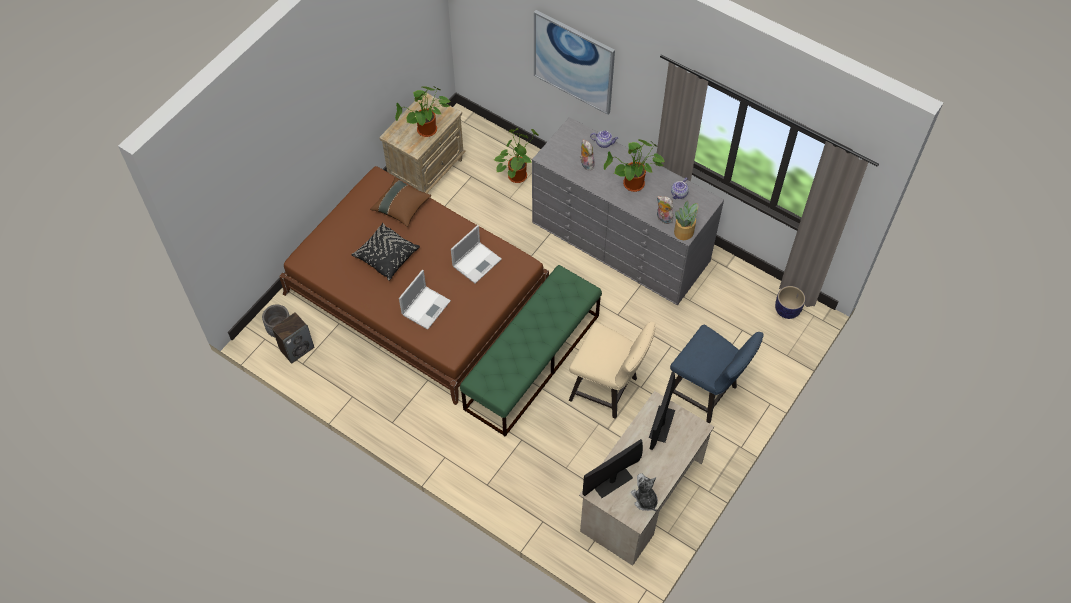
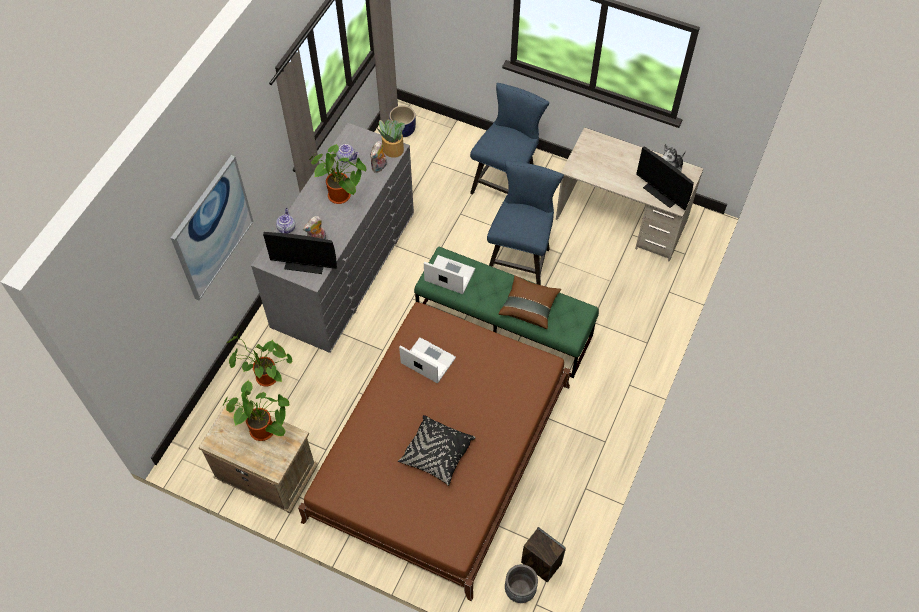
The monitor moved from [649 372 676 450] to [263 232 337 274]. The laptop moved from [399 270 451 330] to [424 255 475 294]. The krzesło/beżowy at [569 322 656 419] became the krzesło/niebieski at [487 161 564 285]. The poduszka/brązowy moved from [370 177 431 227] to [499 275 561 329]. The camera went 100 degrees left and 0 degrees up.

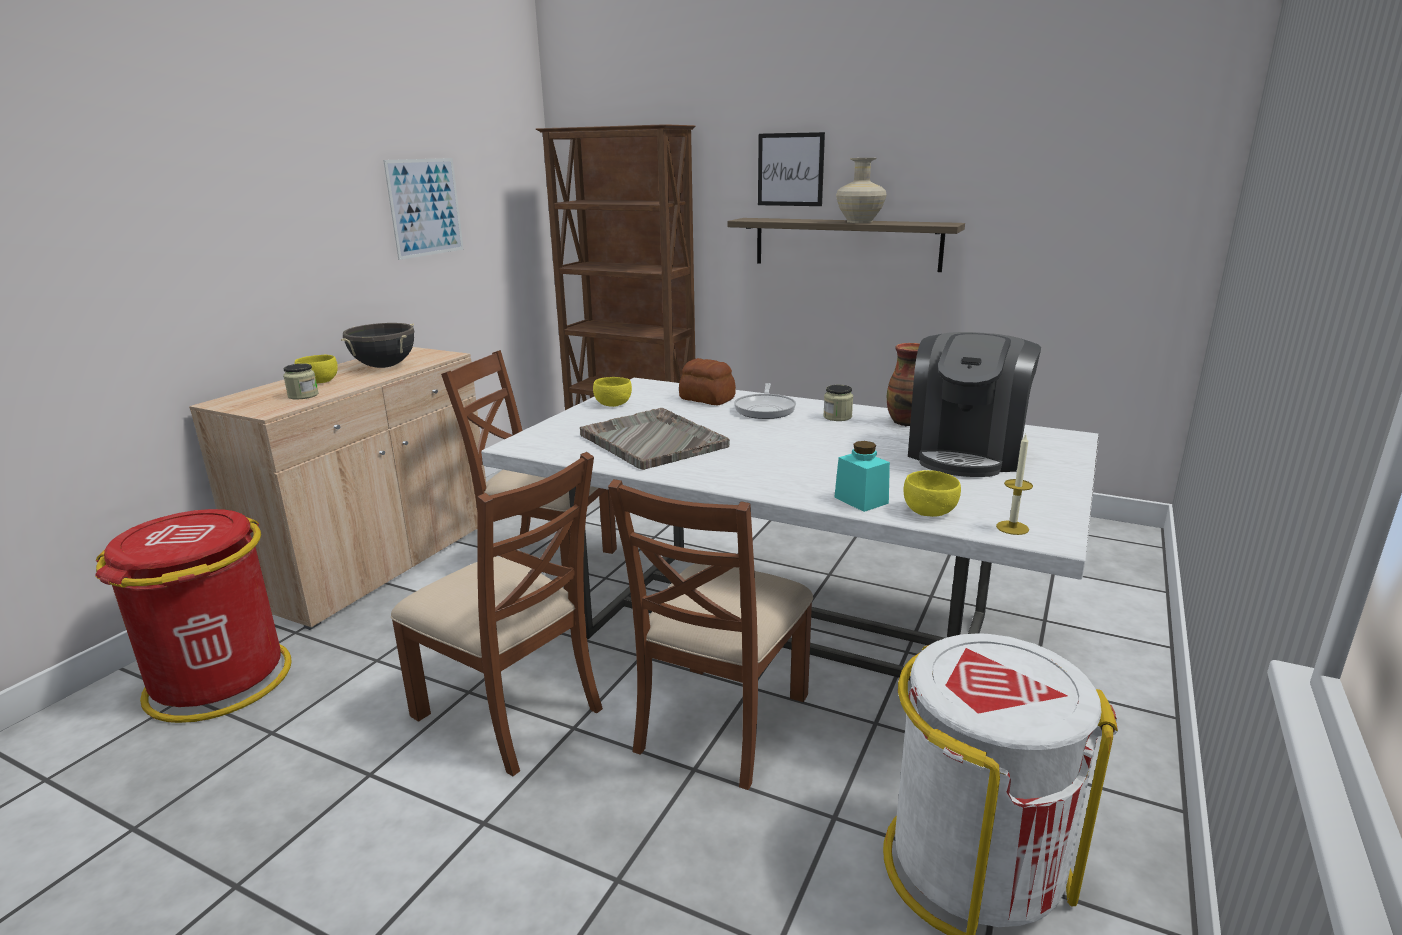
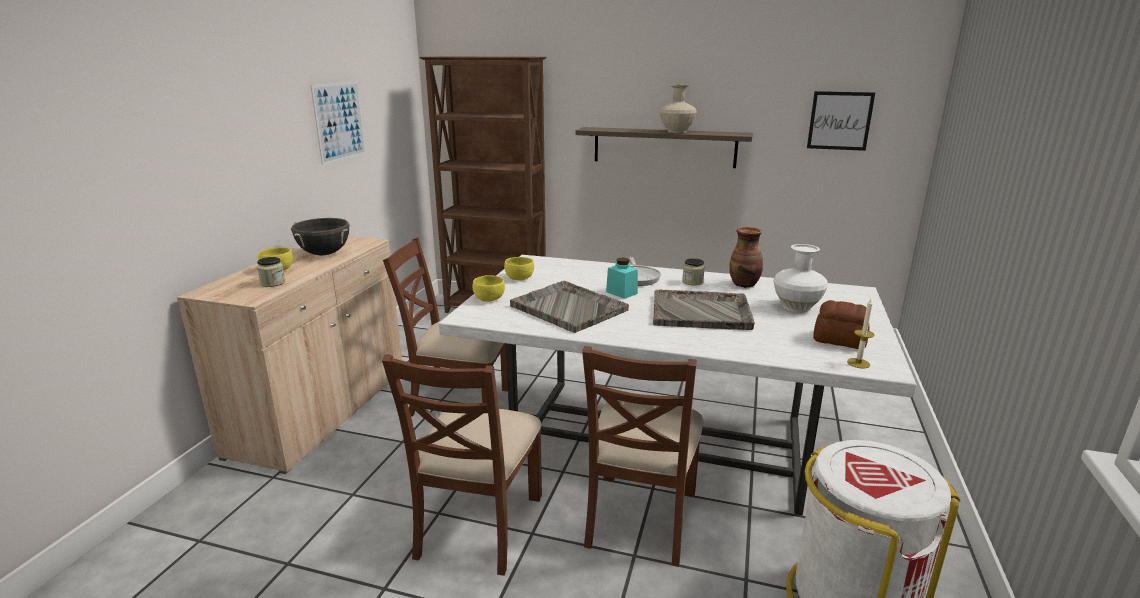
The krzesło/brązowy at [391 452 603 776] turned 75 degrees clockwise. The miska/żółty moved from [904 470 961 517] to [473 275 505 301]. The słoik/turkusowy moved from [834 441 890 512] to [606 258 638 299]. The taca/szary at [653 290 755 330] appeared. The ekspres do kawy at [908 332 1041 477] was replaced by the wazon/biały at [773 244 828 313]. The obraz moved from [758 132 825 206] to [807 91 875 151]. The chleb moved from [679 358 736 405] to [813 300 869 349]. The kosz na śmieci/czerwony at [95 509 292 723] disappeared. The camera went 10 degrees left and 0 degrees up.

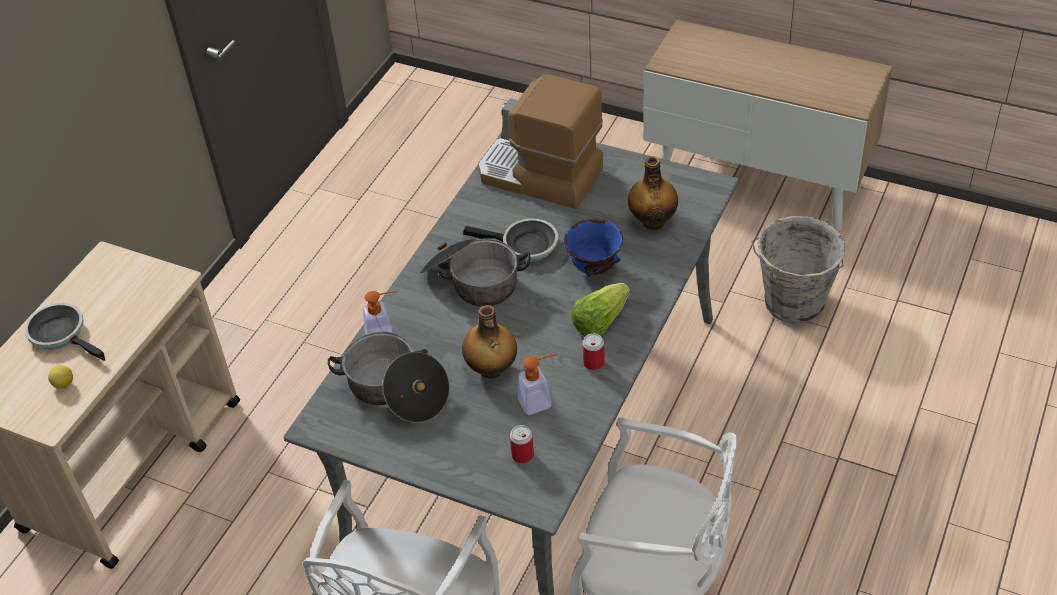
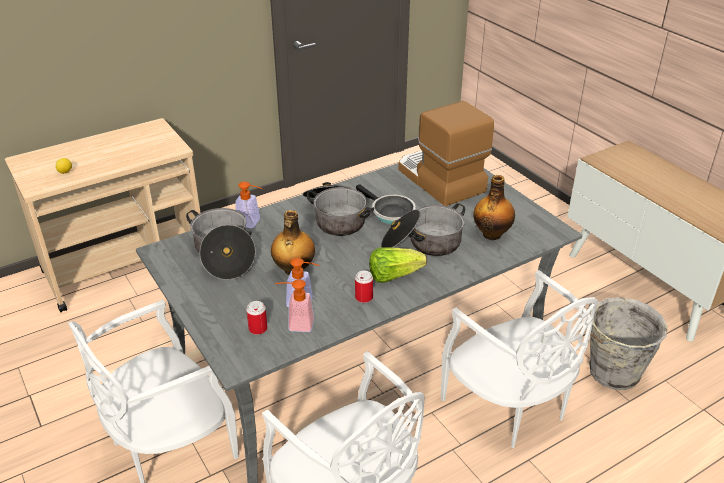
The dozownik mydła at [275 279 314 332] appeared. The miska/niebieski at [564 219 623 277] was replaced by the garnek at [381 203 465 256]. The krzesło/biały at [441 270 598 448] appeared. The patelnia at [25 303 105 361] disappeared. The camera went 30 degrees right and 10 degrees down.

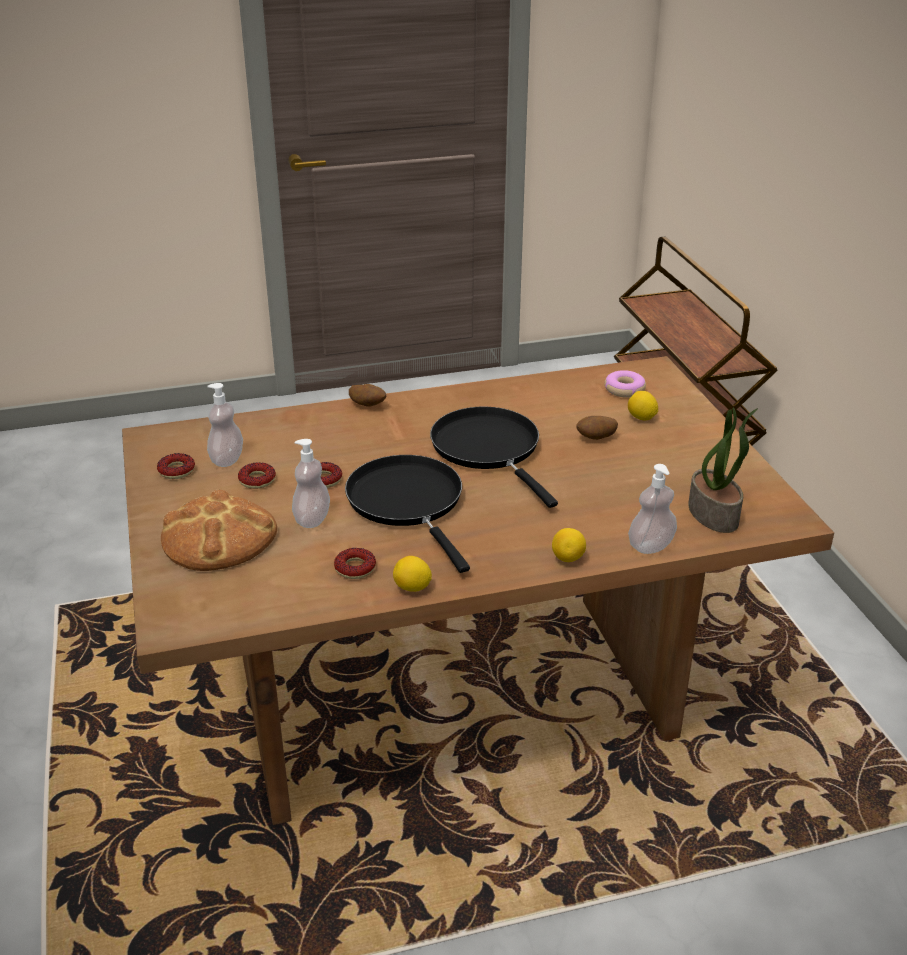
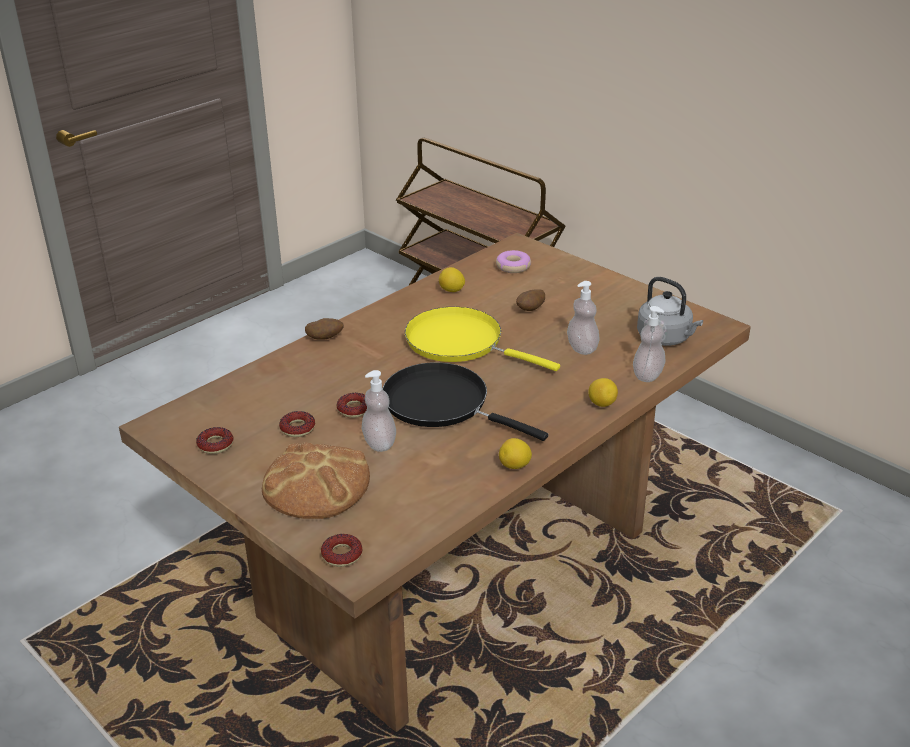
The donut moved from [334 548 376 579] to [321 534 362 567]. The patelnia/czarny at [430 407 558 508] became the patelnia/żółty at [405 307 560 371]. The cytryna moved from [628 391 658 420] to [439 267 465 292]. The dozownik mydła moved from [207 383 243 467] to [567 281 600 355]. The roślina doniczkowa at [688 407 758 533] was replaced by the czajnik/szary at [637 277 703 346]. The camera went 30 degrees left and 0 degrees up.

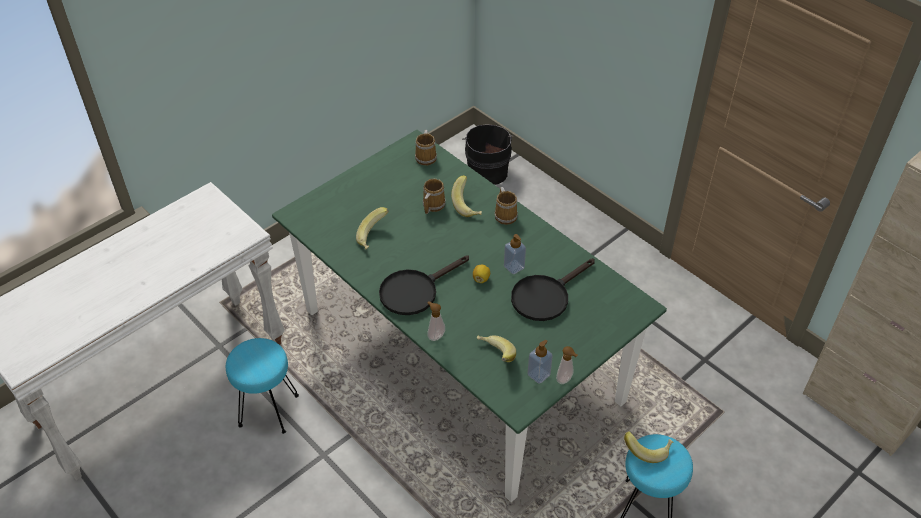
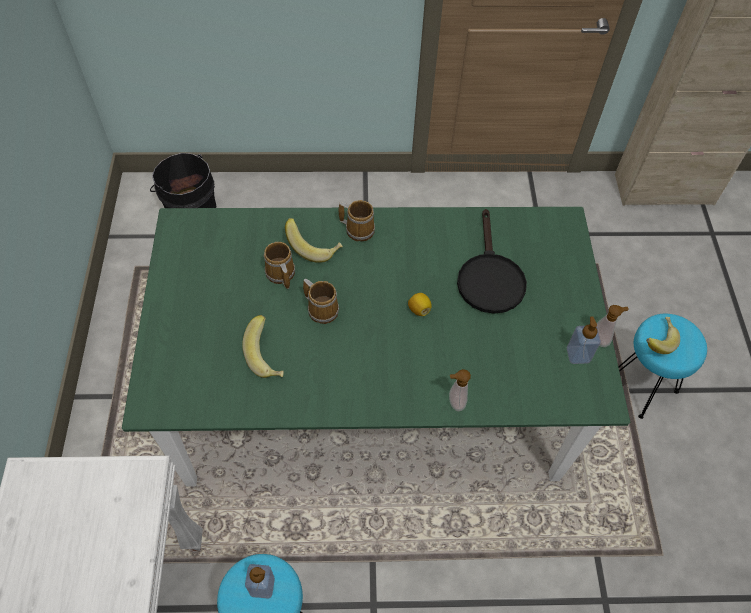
The dozownik mydła moved from [504 234 526 274] to [245 564 275 599]. The kubek moved from [415 130 437 165] to [303 279 339 324]. The patelnia/czarny at [379 256 469 315] disappeared. The banan at [477 335 516 362] disappeared. The camera went 50 degrees left and 10 degrees up.

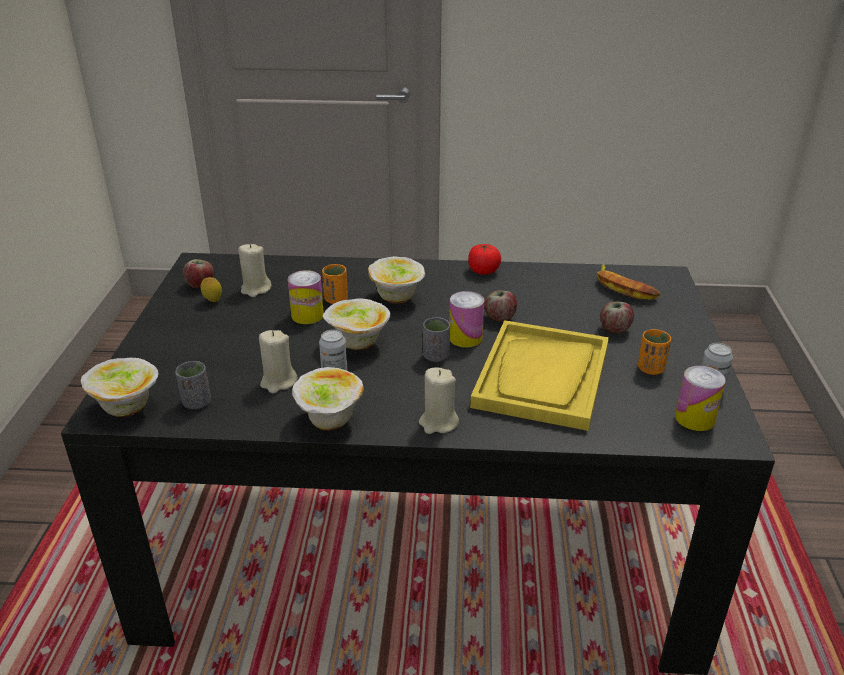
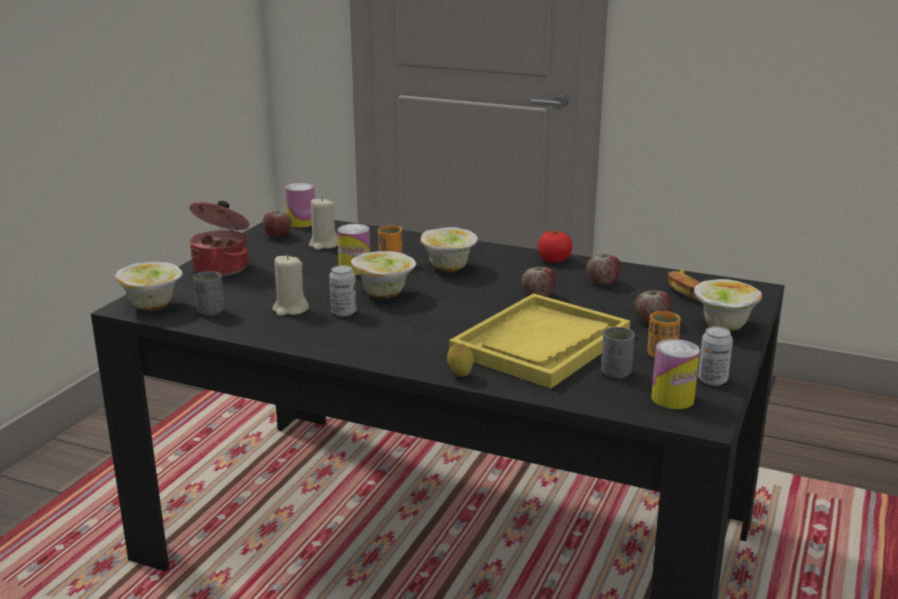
The garnek at [190 201 249 276] appeared. The puszka moved from [449 291 484 348] to [285 183 315 228]. The cytryna moved from [200 277 222 302] to [447 343 474 377]. The jabłko at [586 254 621 285] appeared. The filiżanka/szary moved from [423 317 450 362] to [601 327 635 378]. The miska moved from [292 367 364 430] to [694 279 762 331]. The świeca/beżowy at [419 367 459 434] disappeared. The camera went 20 degrees right and 10 degrees down.

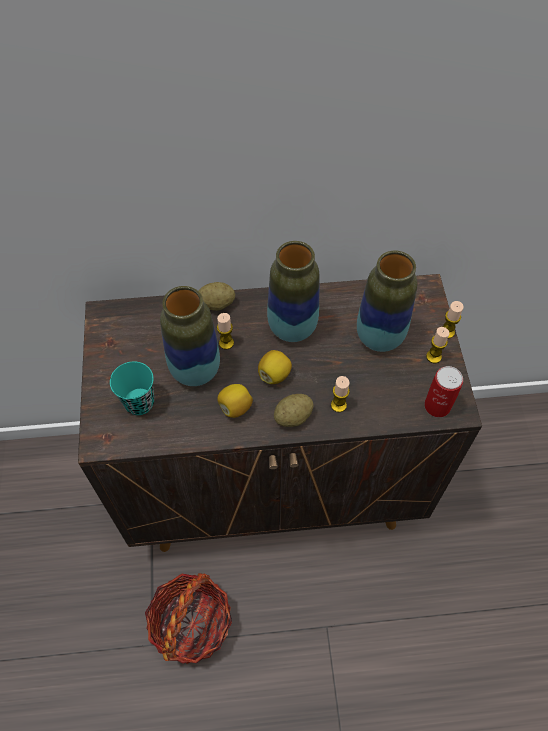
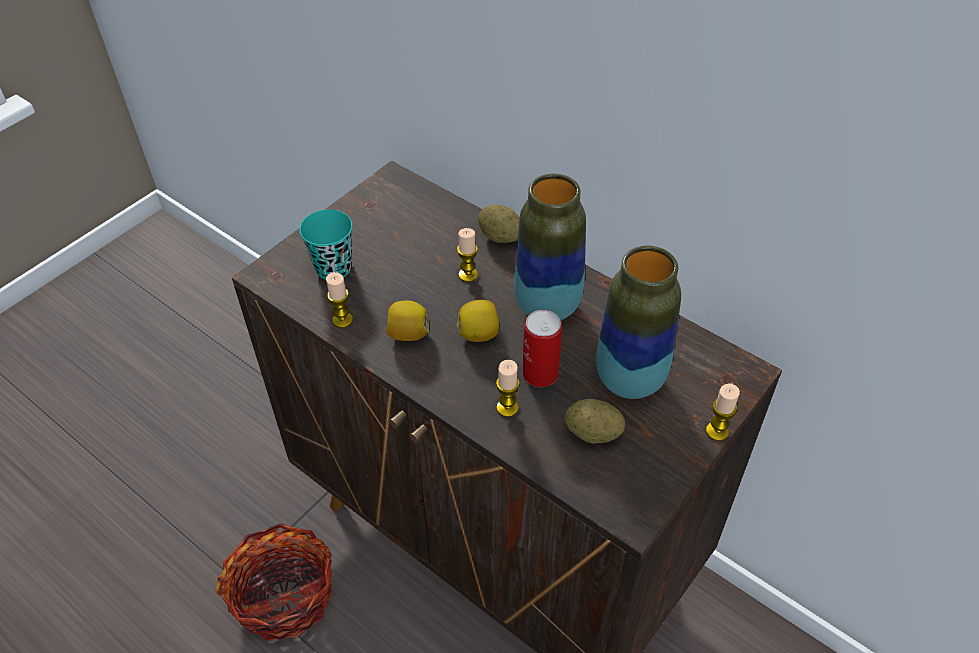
The świeca moved from [426 327 450 363] to [326 272 353 328]. The puszka moved from [424 366 463 417] to [523 310 562 387]. The ziemniak moved from [274 394 314 427] to [565 399 625 444]. The wazon at [160 286 220 386] disappeared. The camera went 45 degrees right and 10 degrees down.

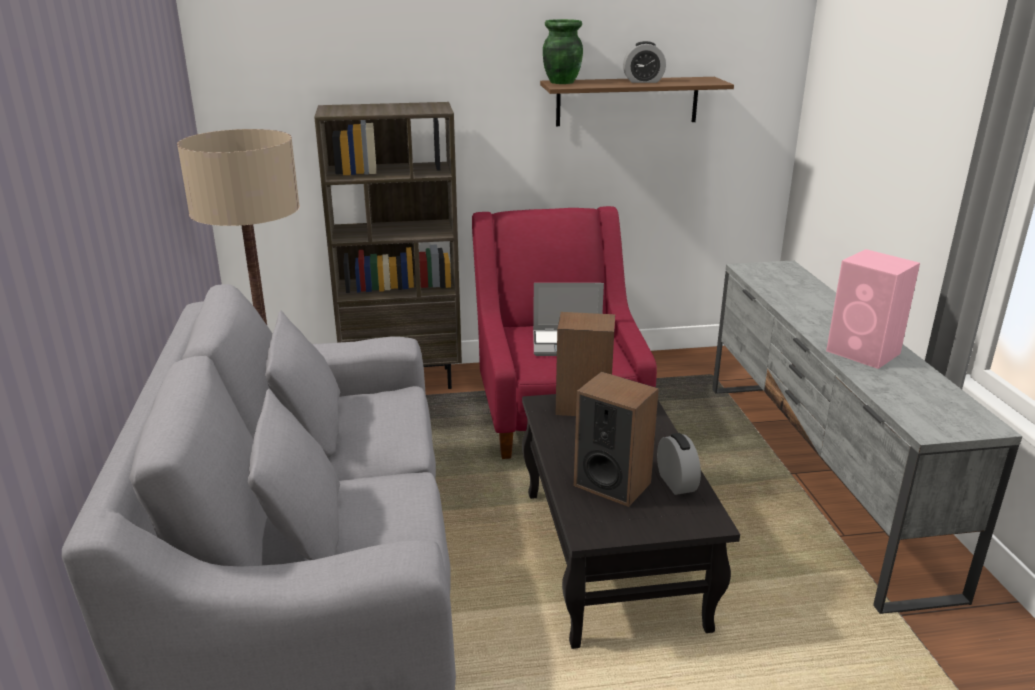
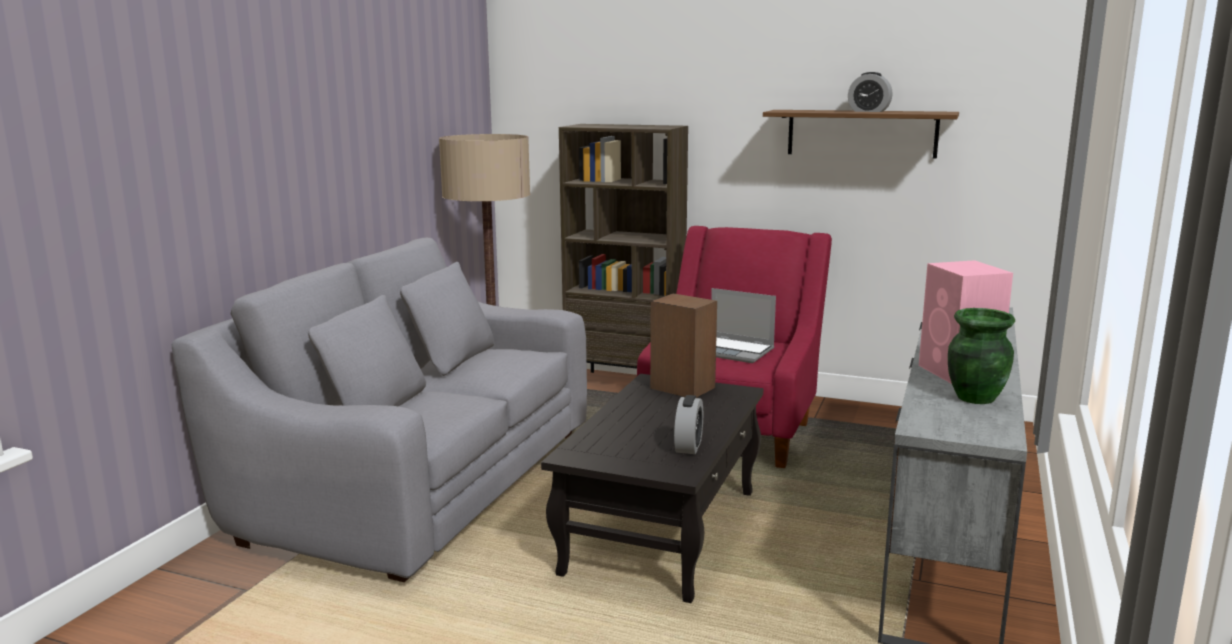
The wazon/zielony moved from [543 19 583 84] to [948 308 1015 404]. The głośnik at [574 372 659 507] disappeared. The camera went 30 degrees right and 10 degrees down.

